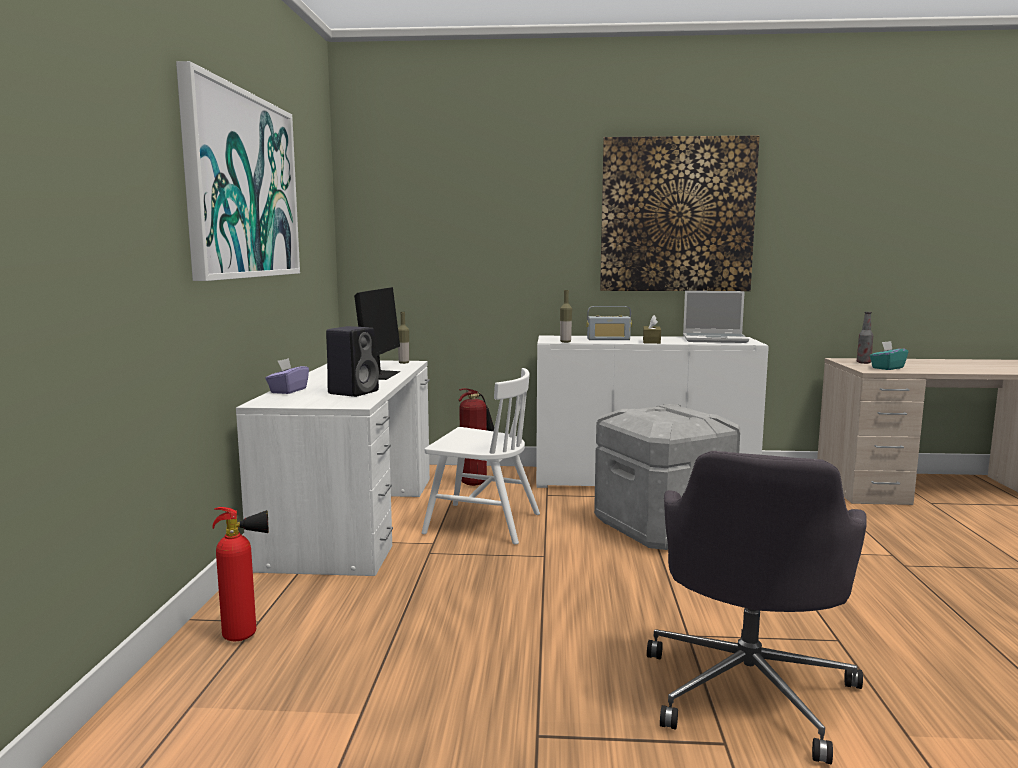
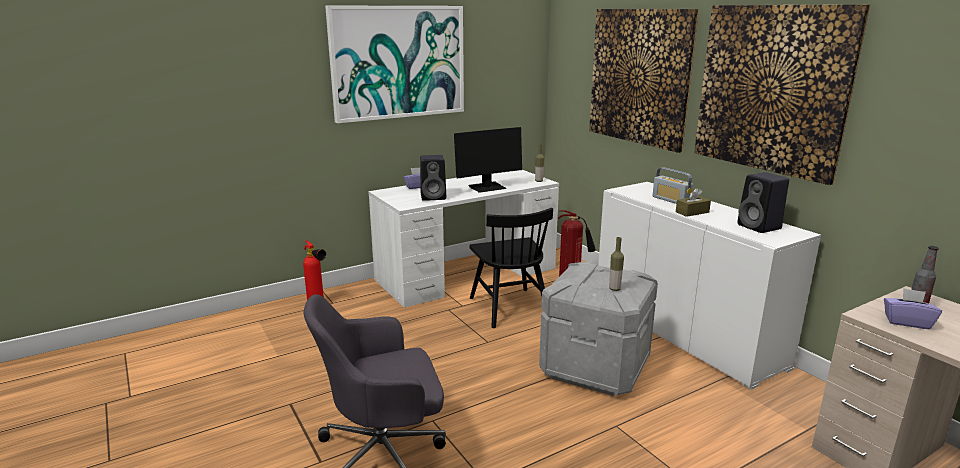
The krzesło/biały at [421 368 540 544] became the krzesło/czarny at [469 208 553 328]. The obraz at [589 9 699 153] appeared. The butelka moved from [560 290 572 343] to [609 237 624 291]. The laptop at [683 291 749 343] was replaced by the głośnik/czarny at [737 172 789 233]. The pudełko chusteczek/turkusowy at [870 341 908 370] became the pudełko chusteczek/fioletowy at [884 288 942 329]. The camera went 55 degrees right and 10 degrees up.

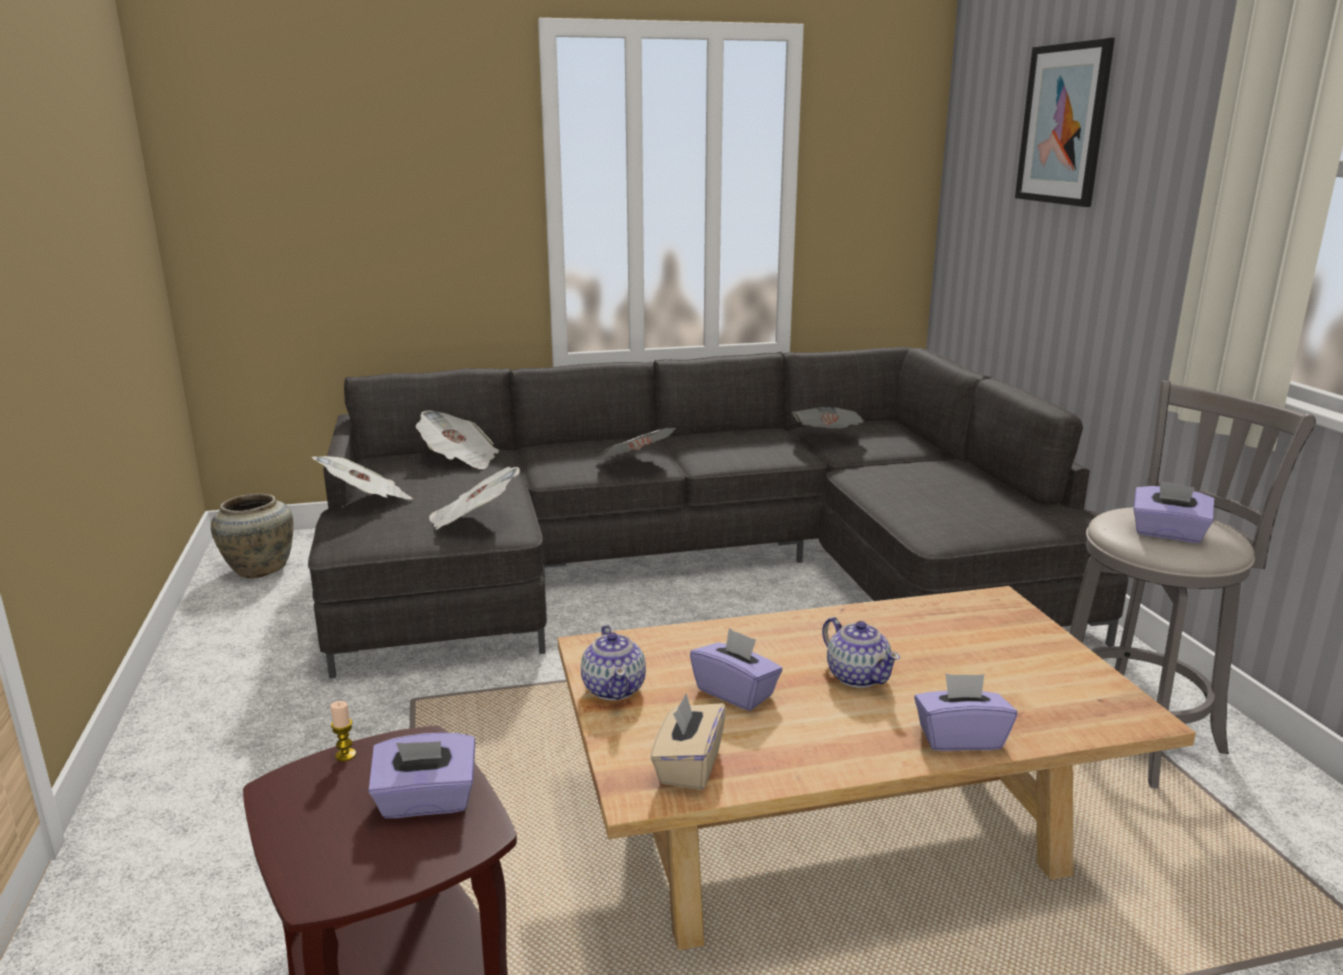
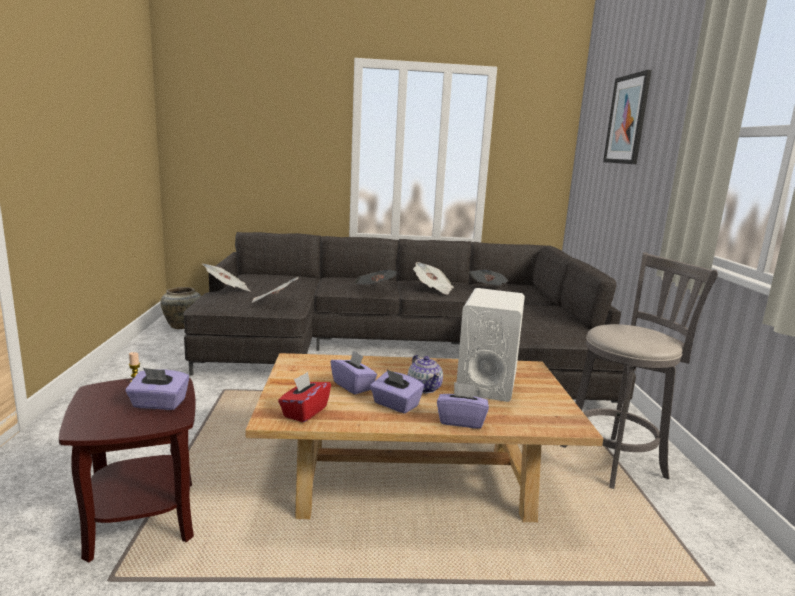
The pudełko chusteczek/beżowy at [650 694 726 790] became the pudełko chusteczek/czerwony at [278 372 331 422]. The pudełko chusteczek/fioletowy moved from [1134 481 1214 543] to [370 369 424 414]. The gazeta moved from [416 410 499 469] to [413 262 454 295]. The głośnik/biały at [456 288 525 402] appeared. The imbryk at [581 625 646 701] disappeared. The camera went 10 degrees right and 5 degrees down.

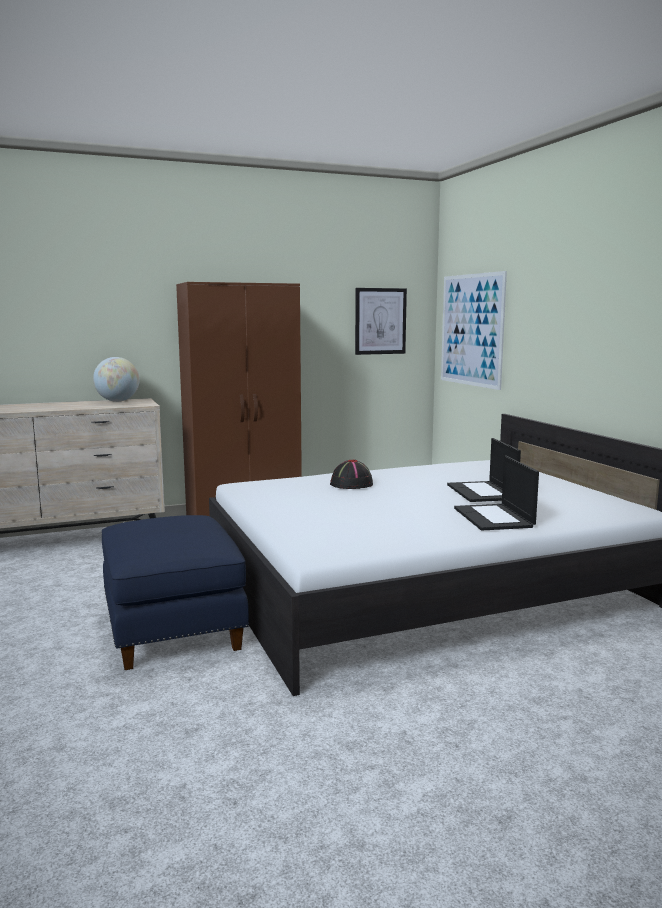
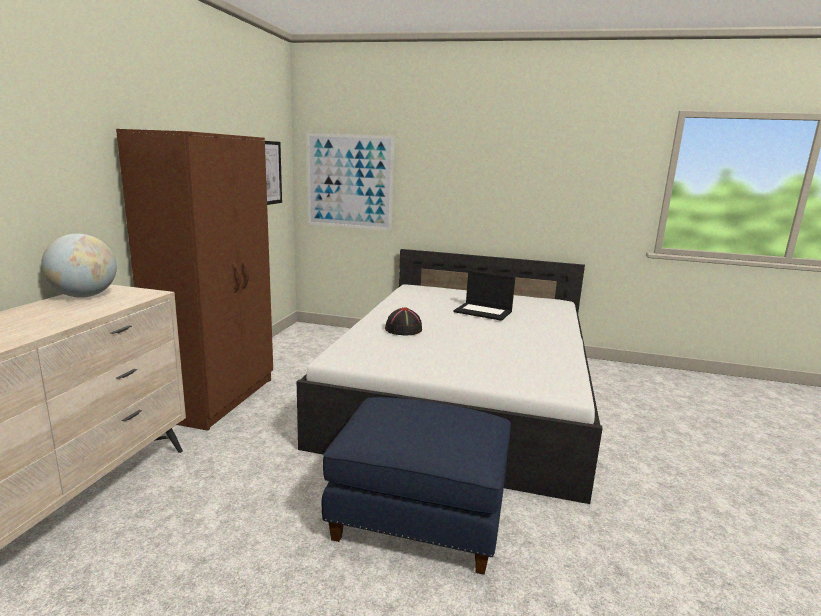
The laptop at [454 456 539 531] disappeared. The camera went 55 degrees left and 5 degrees up.

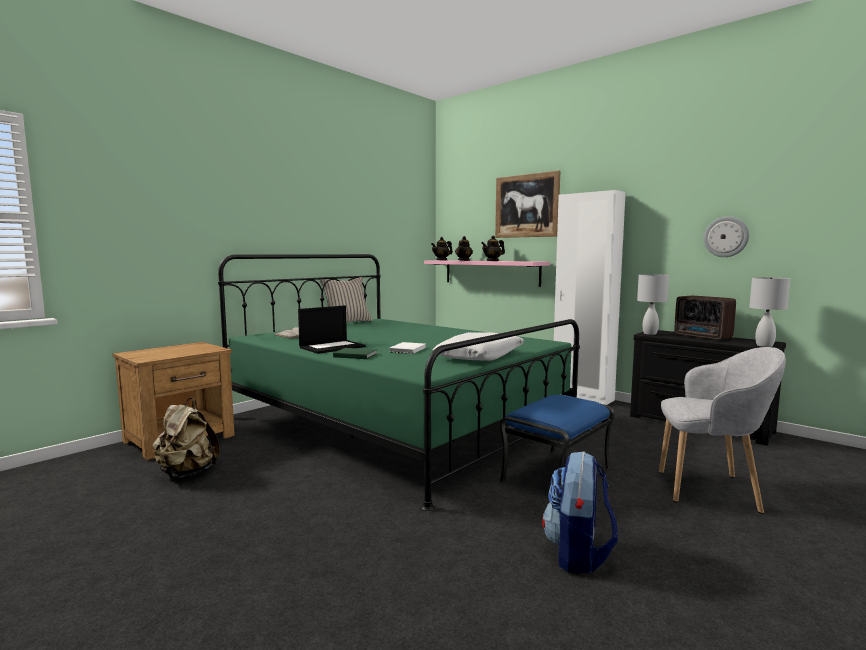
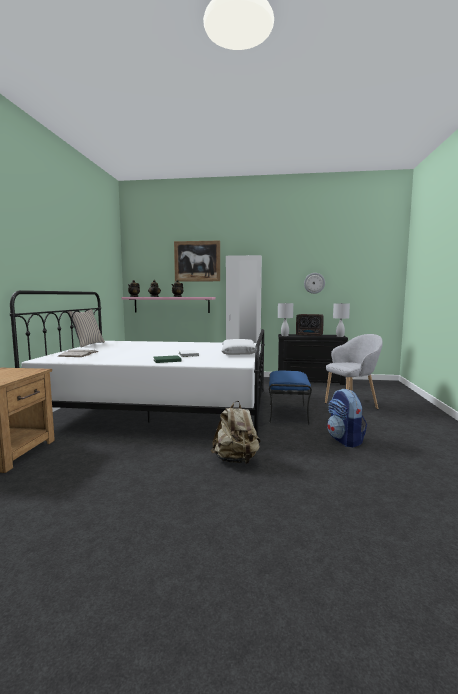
The łóżko/zielony at [218 254 580 511] became the łóżko/biały at [10 290 265 444]. The plecak/beżowy moved from [152 398 220 479] to [211 401 261 464]. The laptop at [298 305 366 354] disappeared. The camera went 35 degrees left and 0 degrees up.

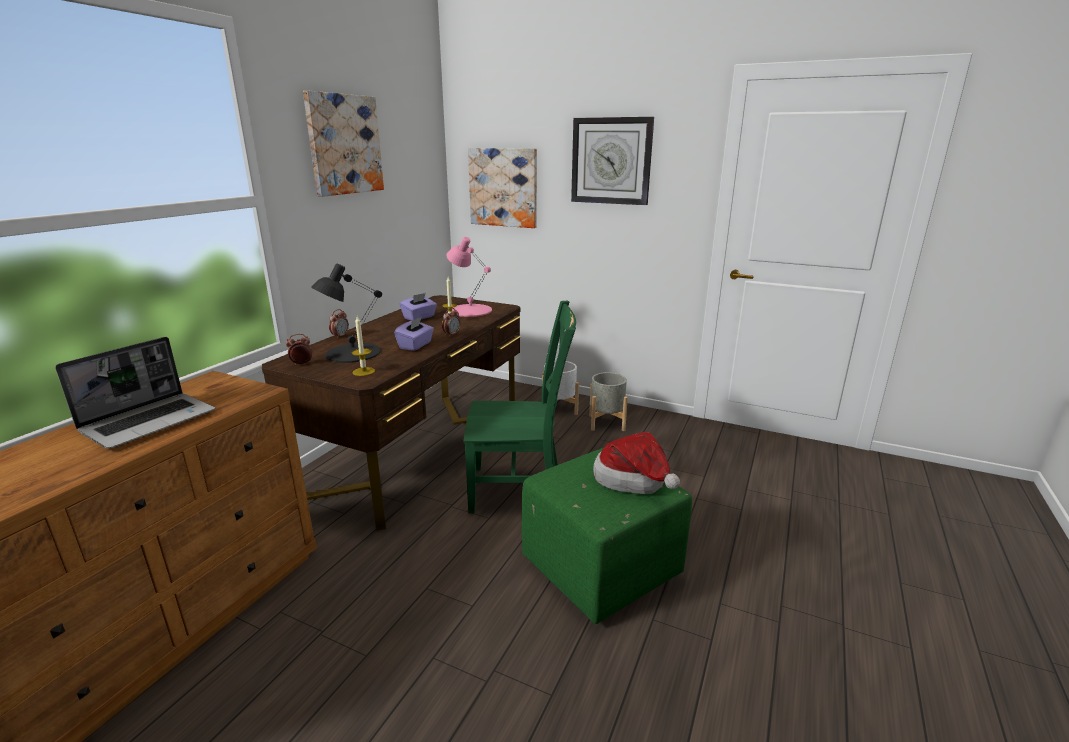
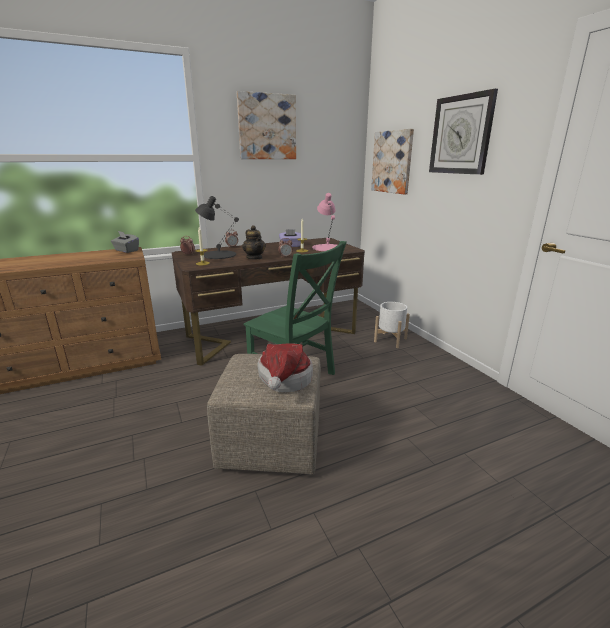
The pudełko chusteczek/szary at [111 231 139 253] appeared. The pufa/zielony at [521 448 692 624] became the pufa/beżowy at [207 354 321 475]. The pudełko chusteczek/fioletowy at [394 317 434 351] was replaced by the imbryk at [242 225 266 260]. The laptop at [55 337 215 449] disappeared. The donica/szary at [589 372 628 431] disappeared. The camera went 40 degrees right and 0 degrees up.

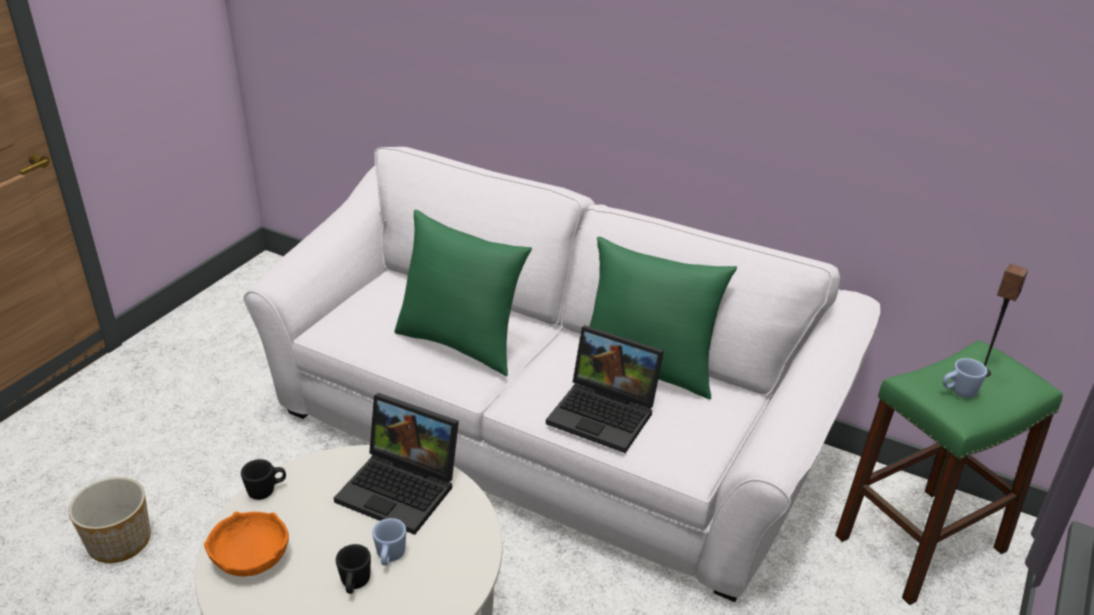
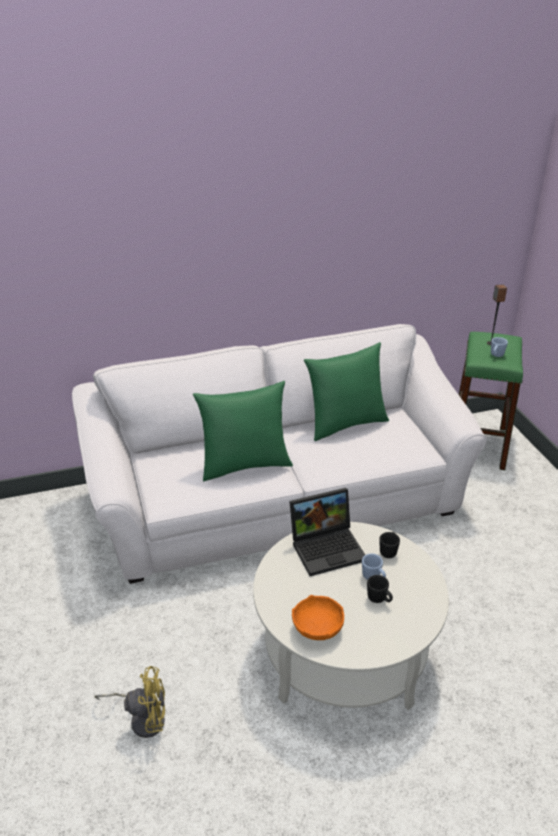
The donica at [69 477 151 563] was replaced by the wentylator/żółty at [94 666 165 738]. The kubek/czarny moved from [241 459 286 500] to [379 532 400 558]. The laptop at [546 325 664 453] disappeared. The camera went 45 degrees left and 0 degrees up.

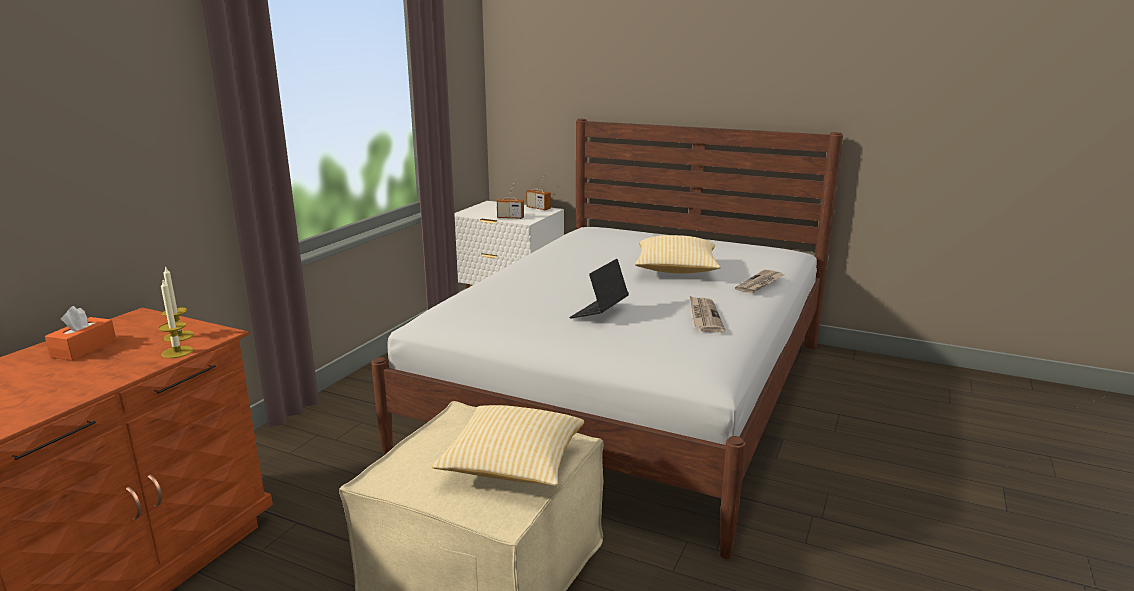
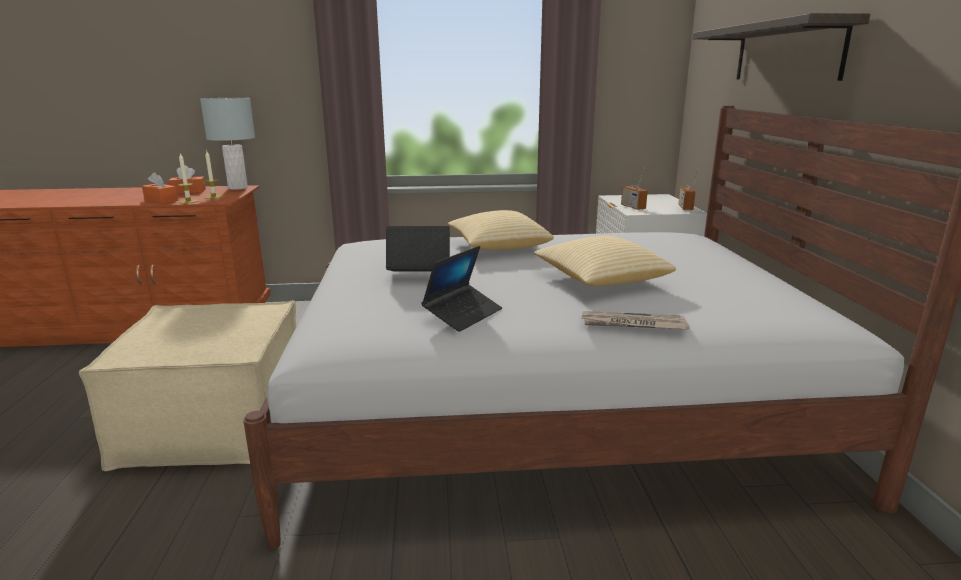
The pudełko chusteczek/pomarańczowy at [142 172 178 203] appeared. The lampa stołowa/szary at [200 98 255 190] appeared. The gazeta at [690 296 725 332] was replaced by the laptop at [421 246 502 332]. The poduszka moved from [432 405 584 486] to [448 210 554 250]. The półka at [693 13 870 81] appeared. The camera went 60 degrees right and 0 degrees up.

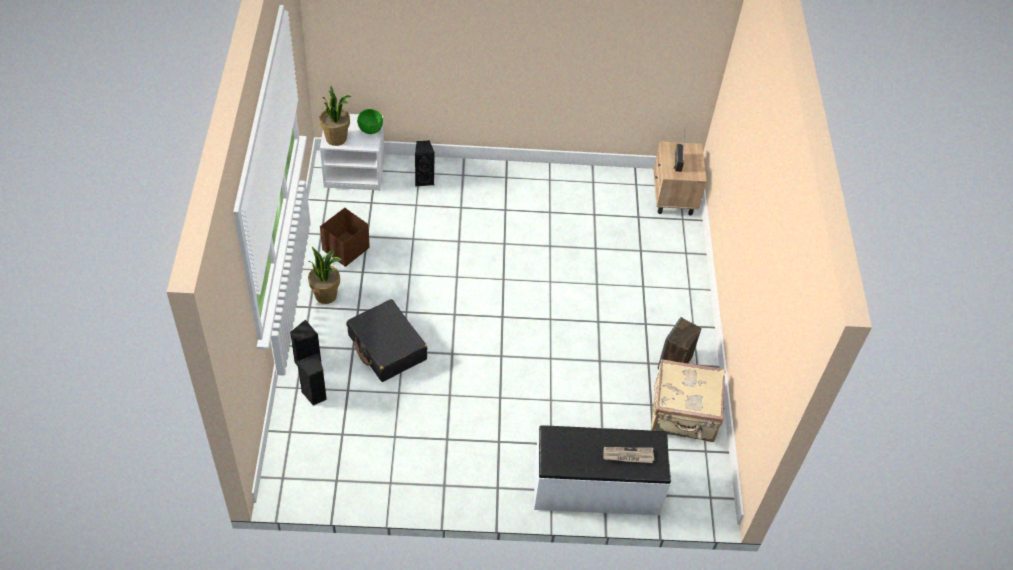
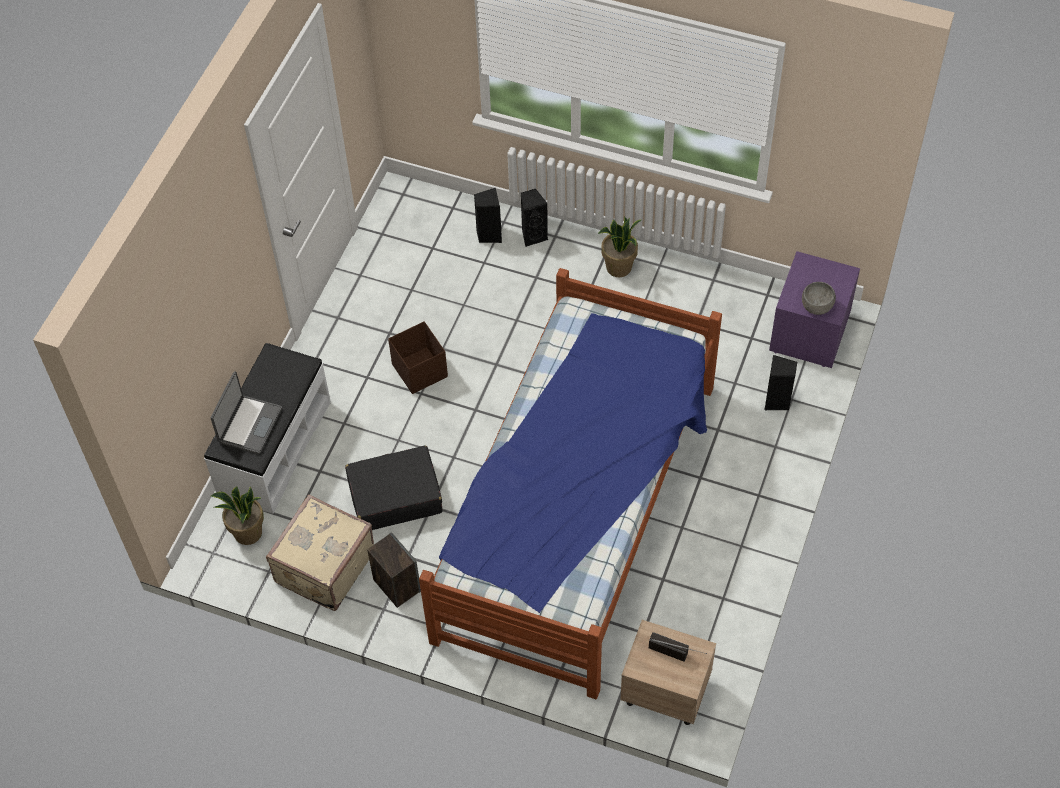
The gazeta at [603 447 655 463] was replaced by the laptop at [211 371 282 454]. The roślina doniczkowa moved from [320 85 351 146] to [211 486 264 545]. The walizka/czarny moved from [347 299 428 382] to [345 445 443 530]. The pojemnik do przechowywania/brązowy moved from [320 208 370 267] to [388 321 448 394]. The łóżko at [419 268 722 699] appeared. The szafka nocna/biały at [320 114 384 191] became the szafka nocna/fioletowy at [769 251 860 368]. The miska/zielony at [357 109 383 134] became the miska/szary at [802 282 836 315]. The camera went 115 degrees right and 5 degrees up.

